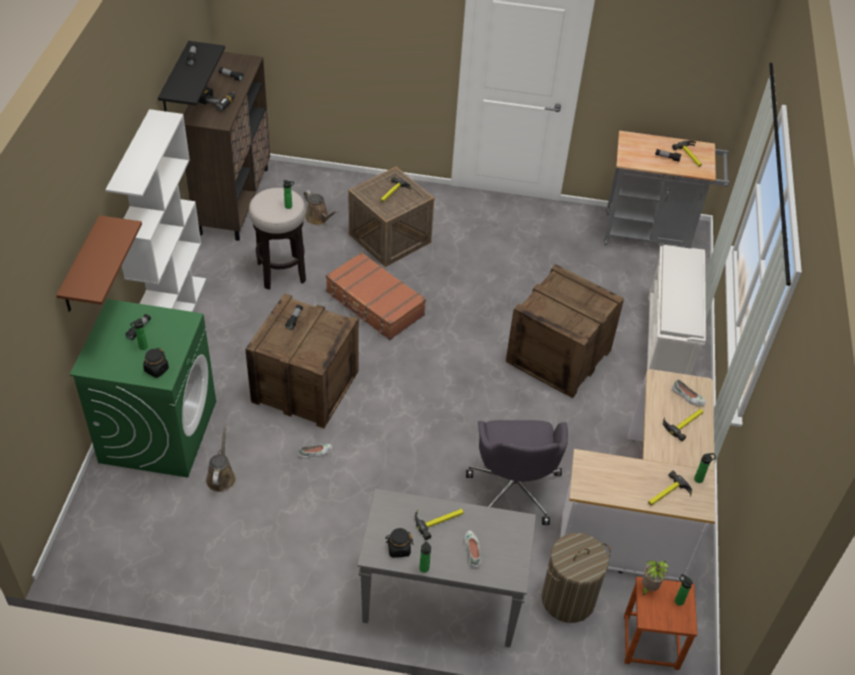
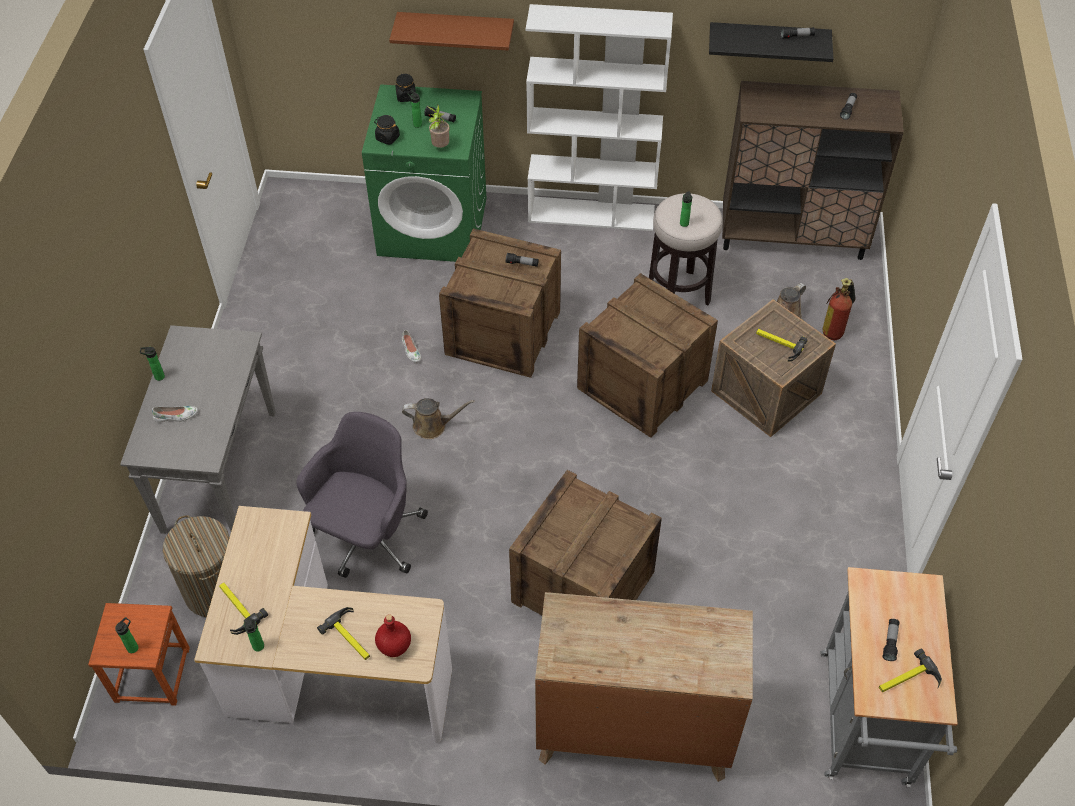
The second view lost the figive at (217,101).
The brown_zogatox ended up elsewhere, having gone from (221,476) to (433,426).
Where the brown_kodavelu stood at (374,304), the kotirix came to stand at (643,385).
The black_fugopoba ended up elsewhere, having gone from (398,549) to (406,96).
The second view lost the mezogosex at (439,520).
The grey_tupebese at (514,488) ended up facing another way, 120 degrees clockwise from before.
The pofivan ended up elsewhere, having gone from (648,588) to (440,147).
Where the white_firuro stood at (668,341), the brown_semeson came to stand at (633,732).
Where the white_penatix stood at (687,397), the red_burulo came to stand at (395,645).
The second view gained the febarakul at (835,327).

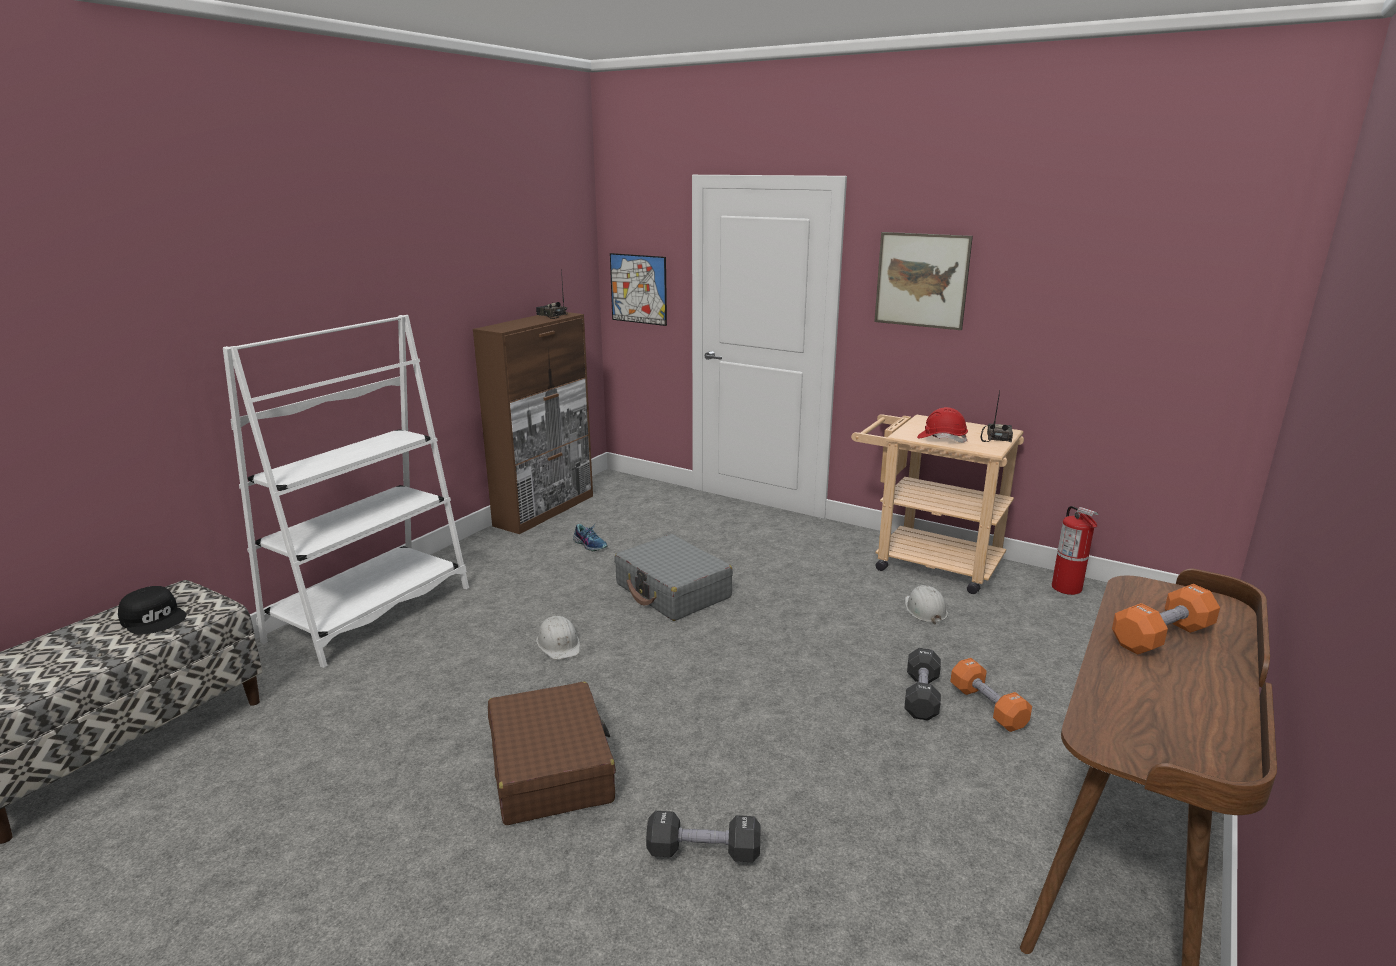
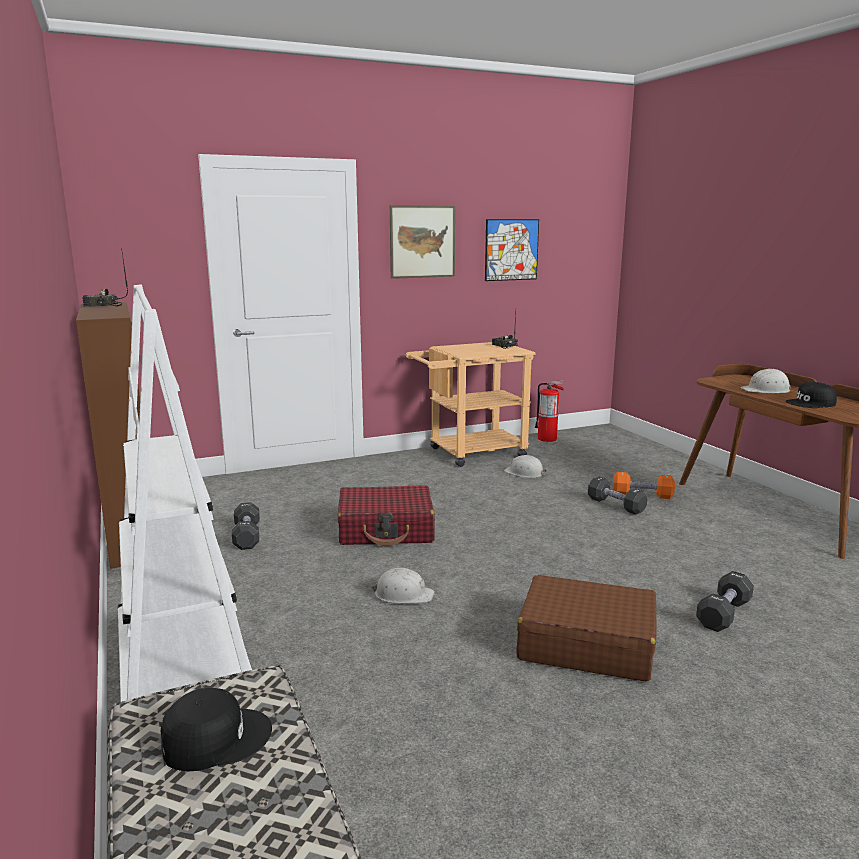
Where the penatix stood at (590,544), the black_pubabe came to stand at (247,536).
The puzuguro ended up elsewhere, having gone from (638,289) to (511,250).
What was the grey_kodavelu at (673,591) turned into the red_kodavelu at (386,530).
The second view lost the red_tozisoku at (941,439).
Where the orange_pubabe stood at (1161,636), the white_tozisoku came to stand at (766,390).
The second view gained the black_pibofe at (811,403).

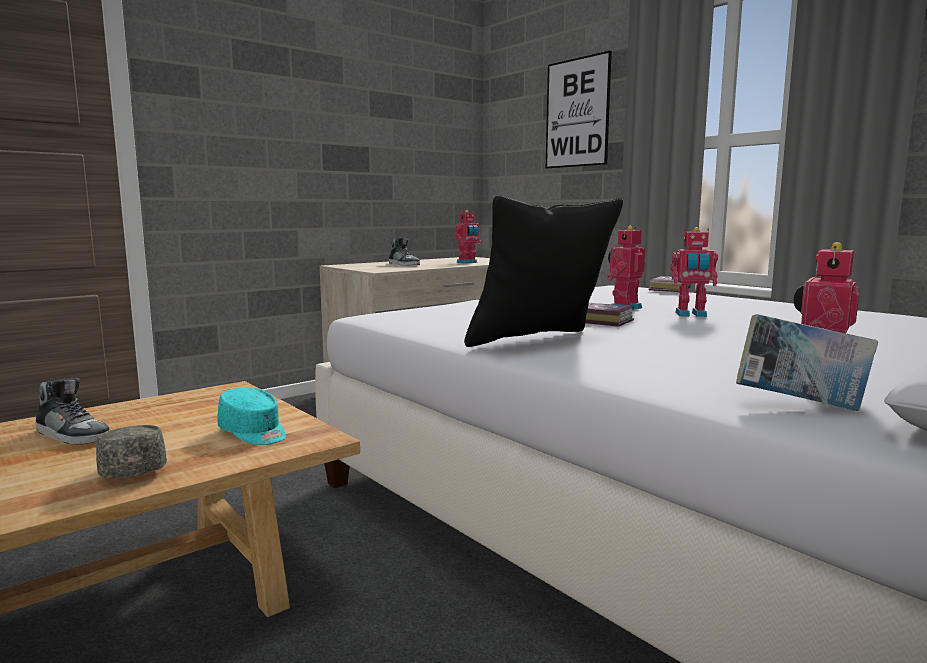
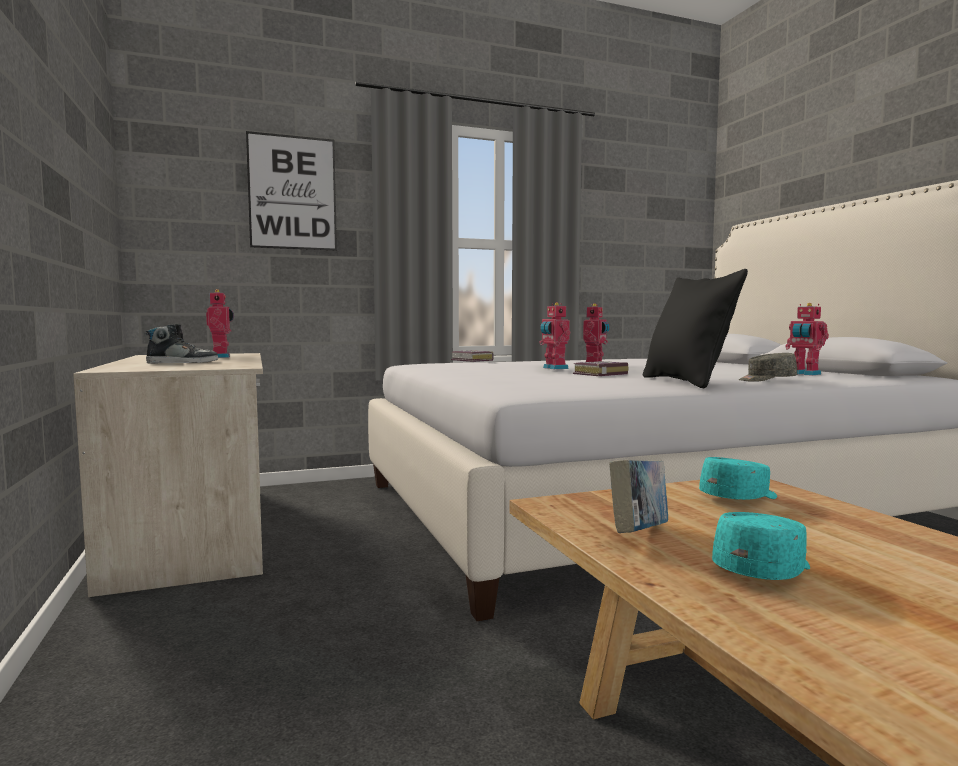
Where the penatix stood at (73,435), the turquoise_pibofe came to stand at (764,569).
The grey_pibofe ended up elsewhere, having gone from (132,468) to (766,380).
The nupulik ended up elsewhere, having gone from (800,406) to (639,534).

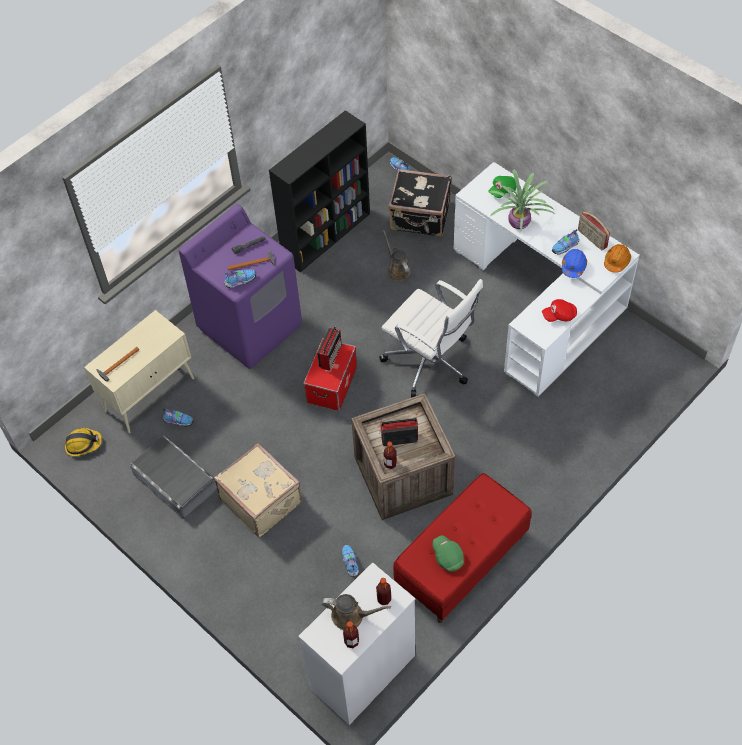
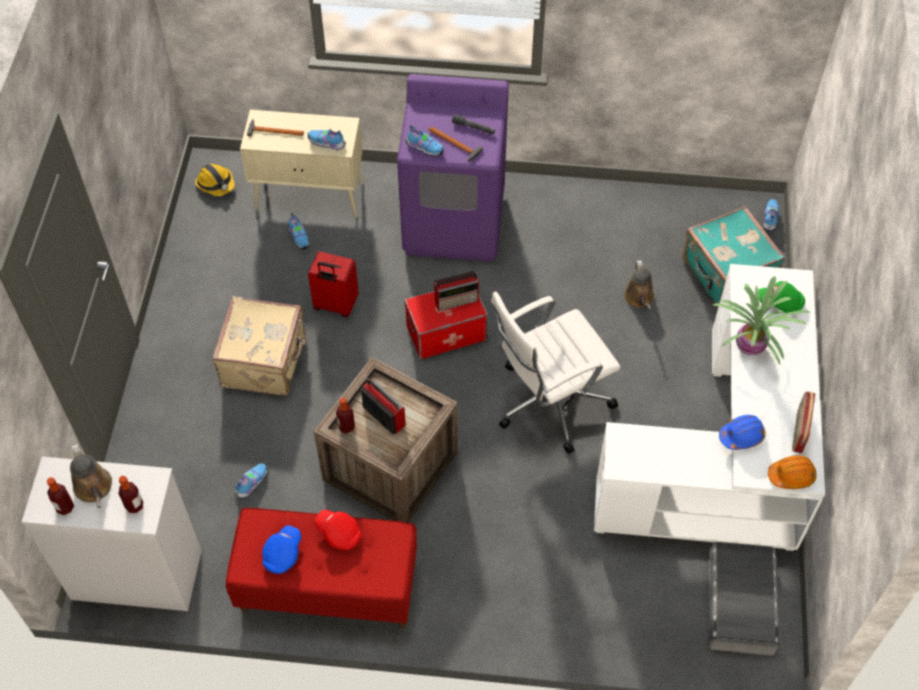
The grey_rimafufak ended up elsewhere, having gone from (174,481) to (739,602).
The second view lost the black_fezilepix at (326,235).
The white_tupebese at (430,362) ended up facing another way, 60 degrees clockwise from before.
The brown_zogatox at (397,269) ended up facing another way, 150 degrees clockwise from before.
What was the black_kodavelu at (420,217) turned into the turquoise_kodavelu at (726,275).
What was the green_pibofe at (447,556) turned into the blue_pibofe at (283,554).
The red_pibofe ended up elsewhere, having gone from (559,315) to (339,533).
The penatix ended up elsewhere, having gone from (565,247) to (327,143).
The second view gained the red_kodavelu at (335,305).

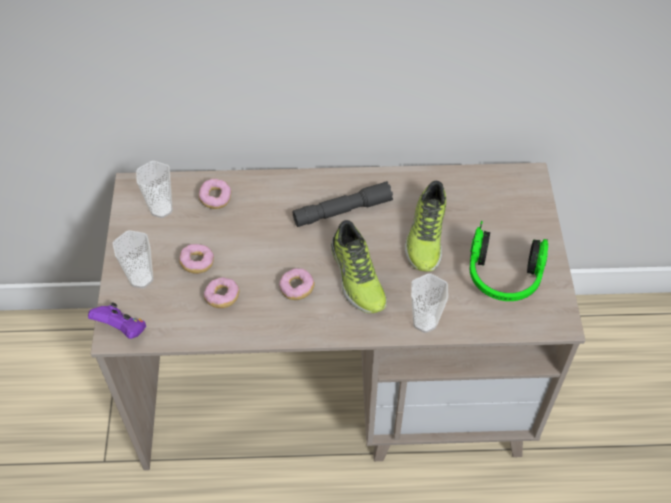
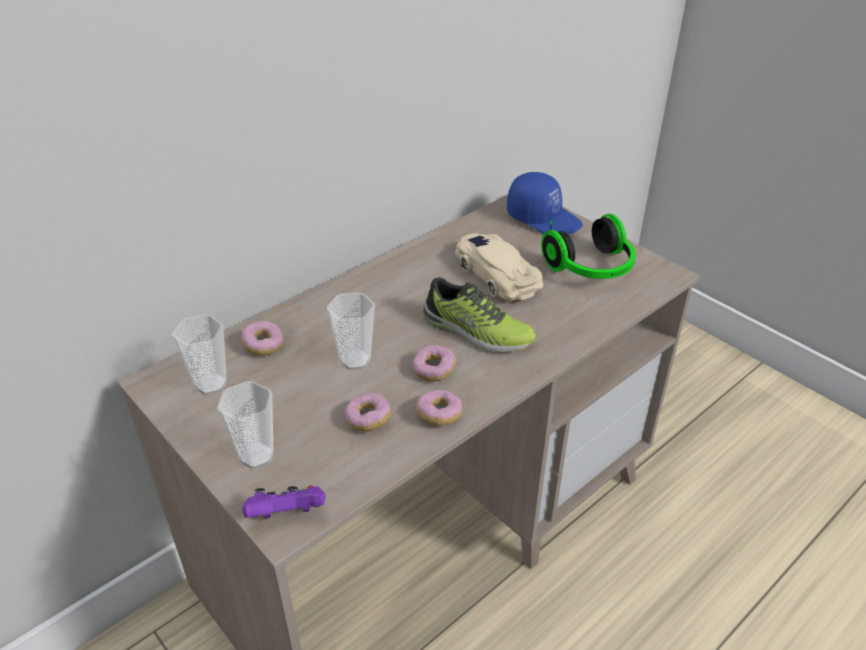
The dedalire ended up elsewhere, having gone from (197,263) to (439,415).
The second view lost the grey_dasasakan at (342,211).
Where the penatix stood at (425,235), the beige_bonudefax came to stand at (496,273).
The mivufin ended up elsewhere, having gone from (424,322) to (355,360).
The second view gained the blue_pibofe at (544,218).

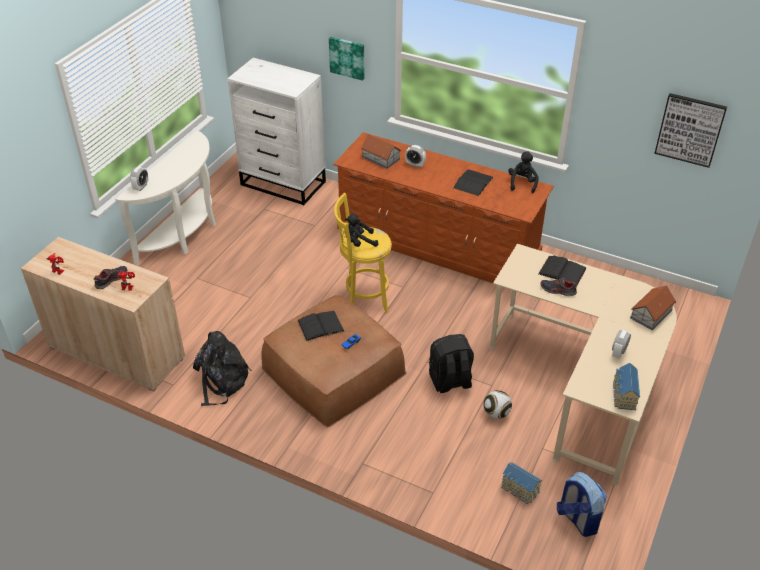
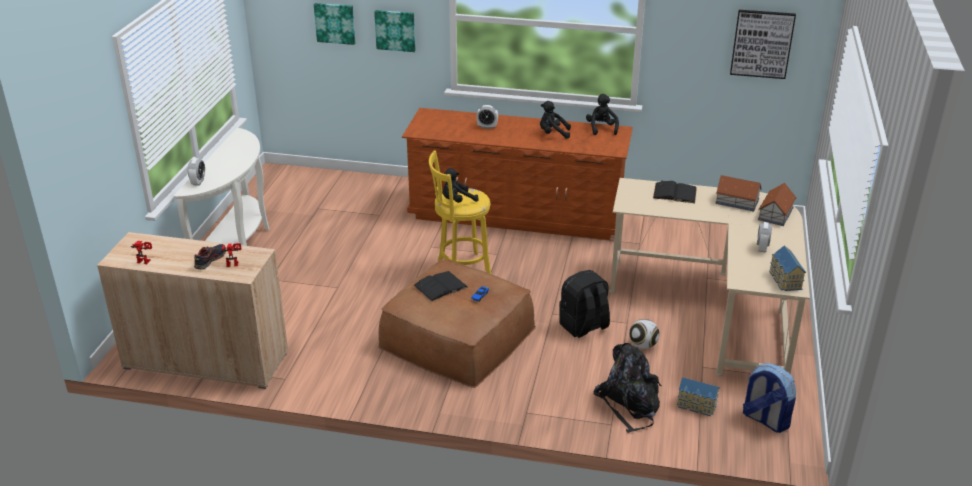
The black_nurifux ended up elsewhere, having gone from (221,381) to (630,404).
The second view lost the white_semeson at (283,183).
The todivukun ended up elsewhere, having gone from (380,158) to (736,201).
Where the black_nupulik stood at (473,183), the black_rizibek came to stand at (553,134).
The second view lost the penatix at (557,290).
The second view gained the puzuguro at (335,23).

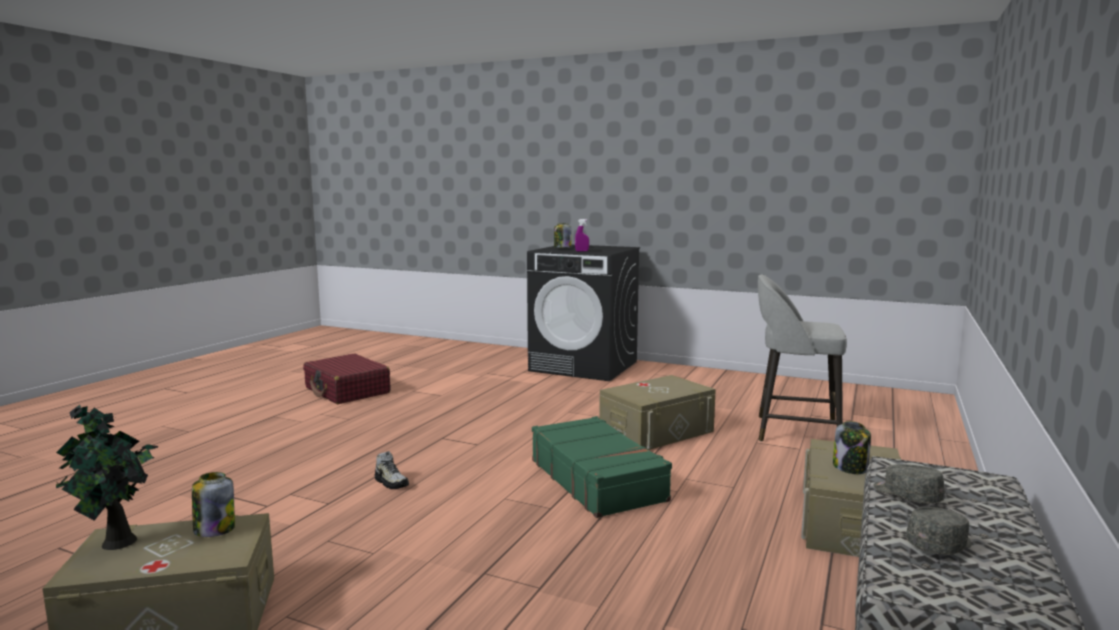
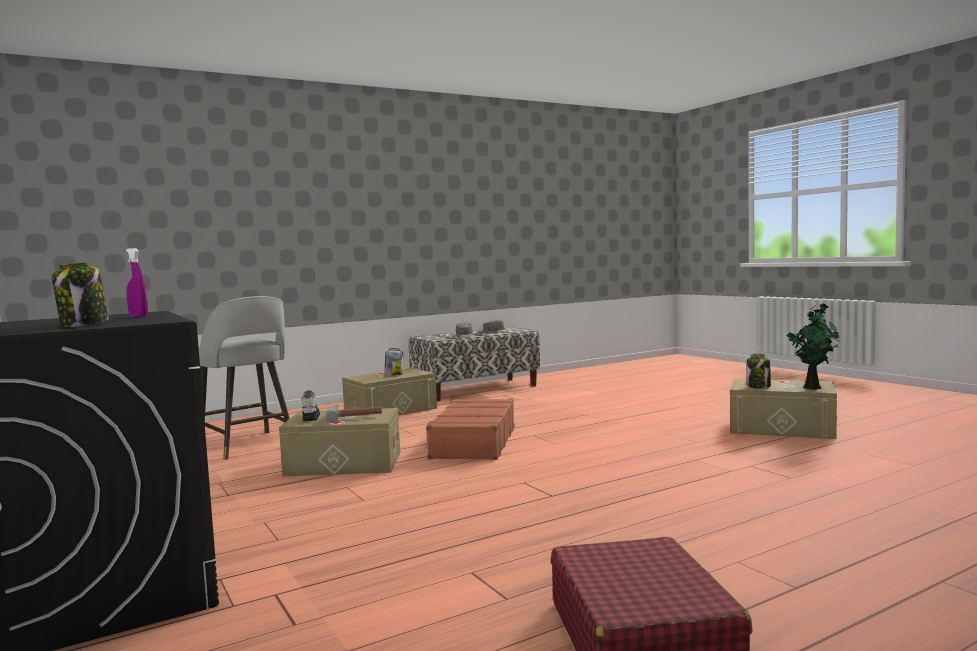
The penatix ended up elsewhere, having gone from (391,483) to (310,417).
What was the green_kodavelu at (597,480) turned into the brown_kodavelu at (473,443).
The second view gained the mezogosex at (354,417).

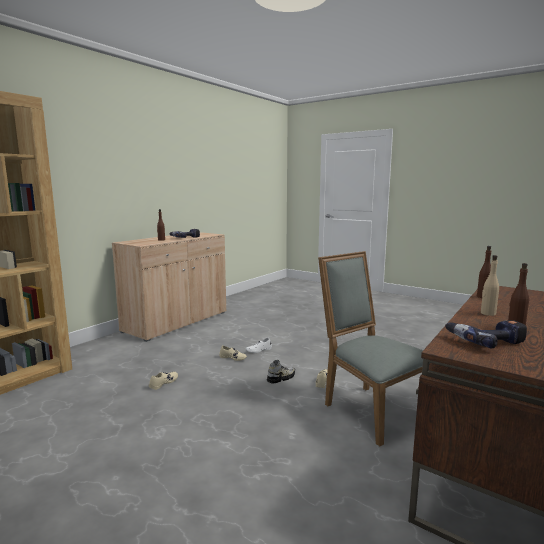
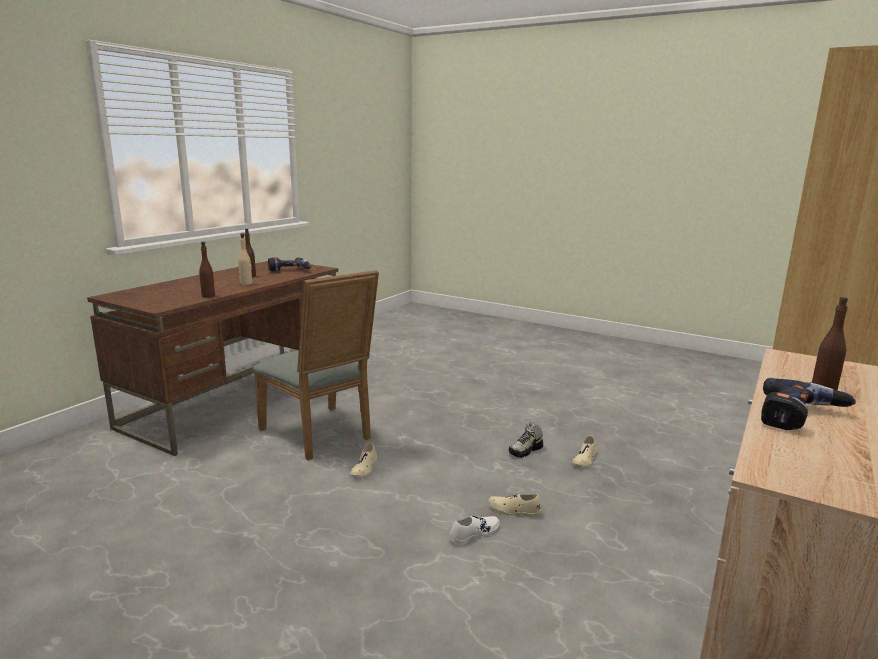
The penatix ended up elsewhere, having gone from (281,378) to (525,450).

